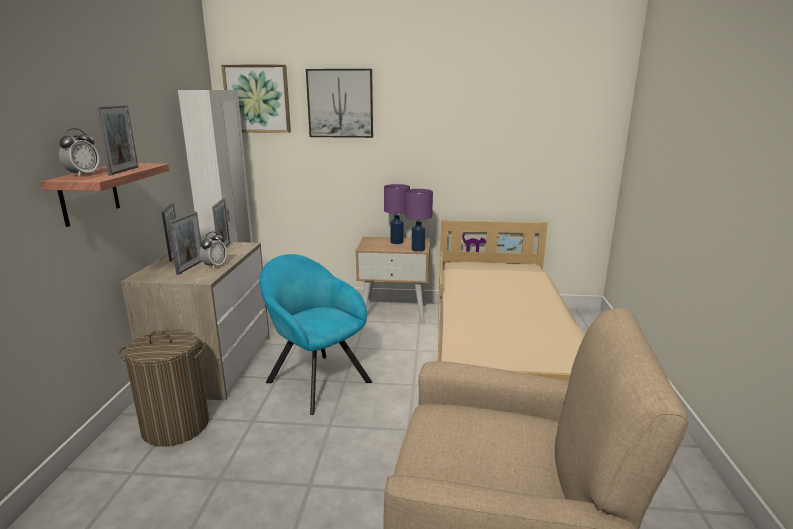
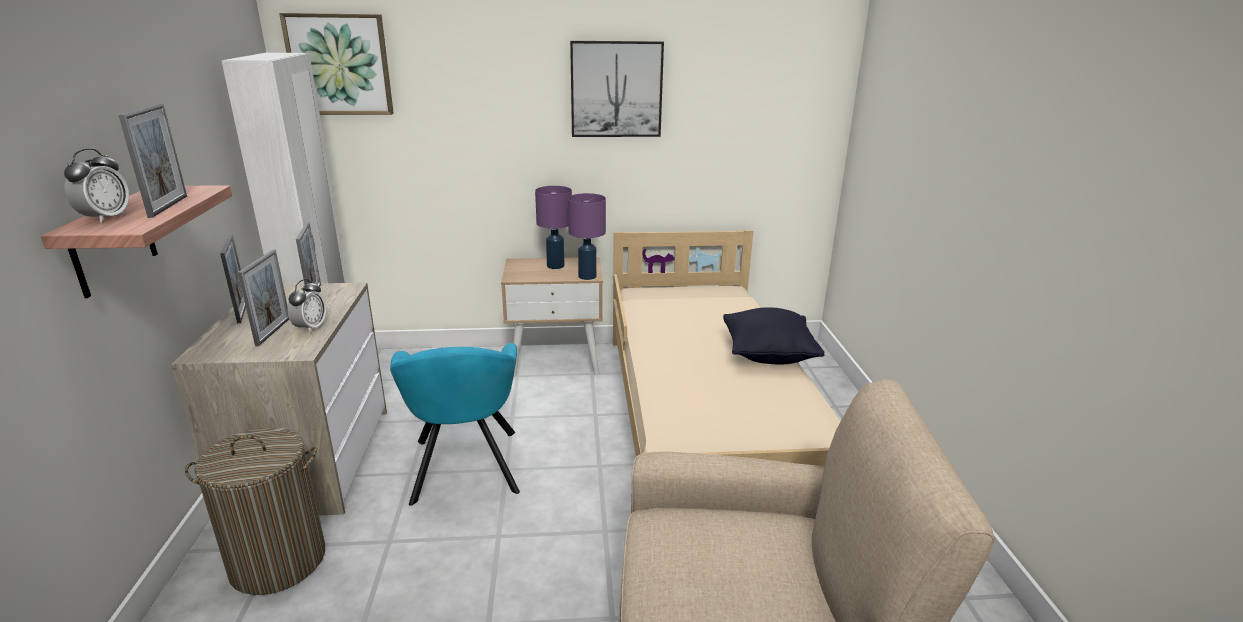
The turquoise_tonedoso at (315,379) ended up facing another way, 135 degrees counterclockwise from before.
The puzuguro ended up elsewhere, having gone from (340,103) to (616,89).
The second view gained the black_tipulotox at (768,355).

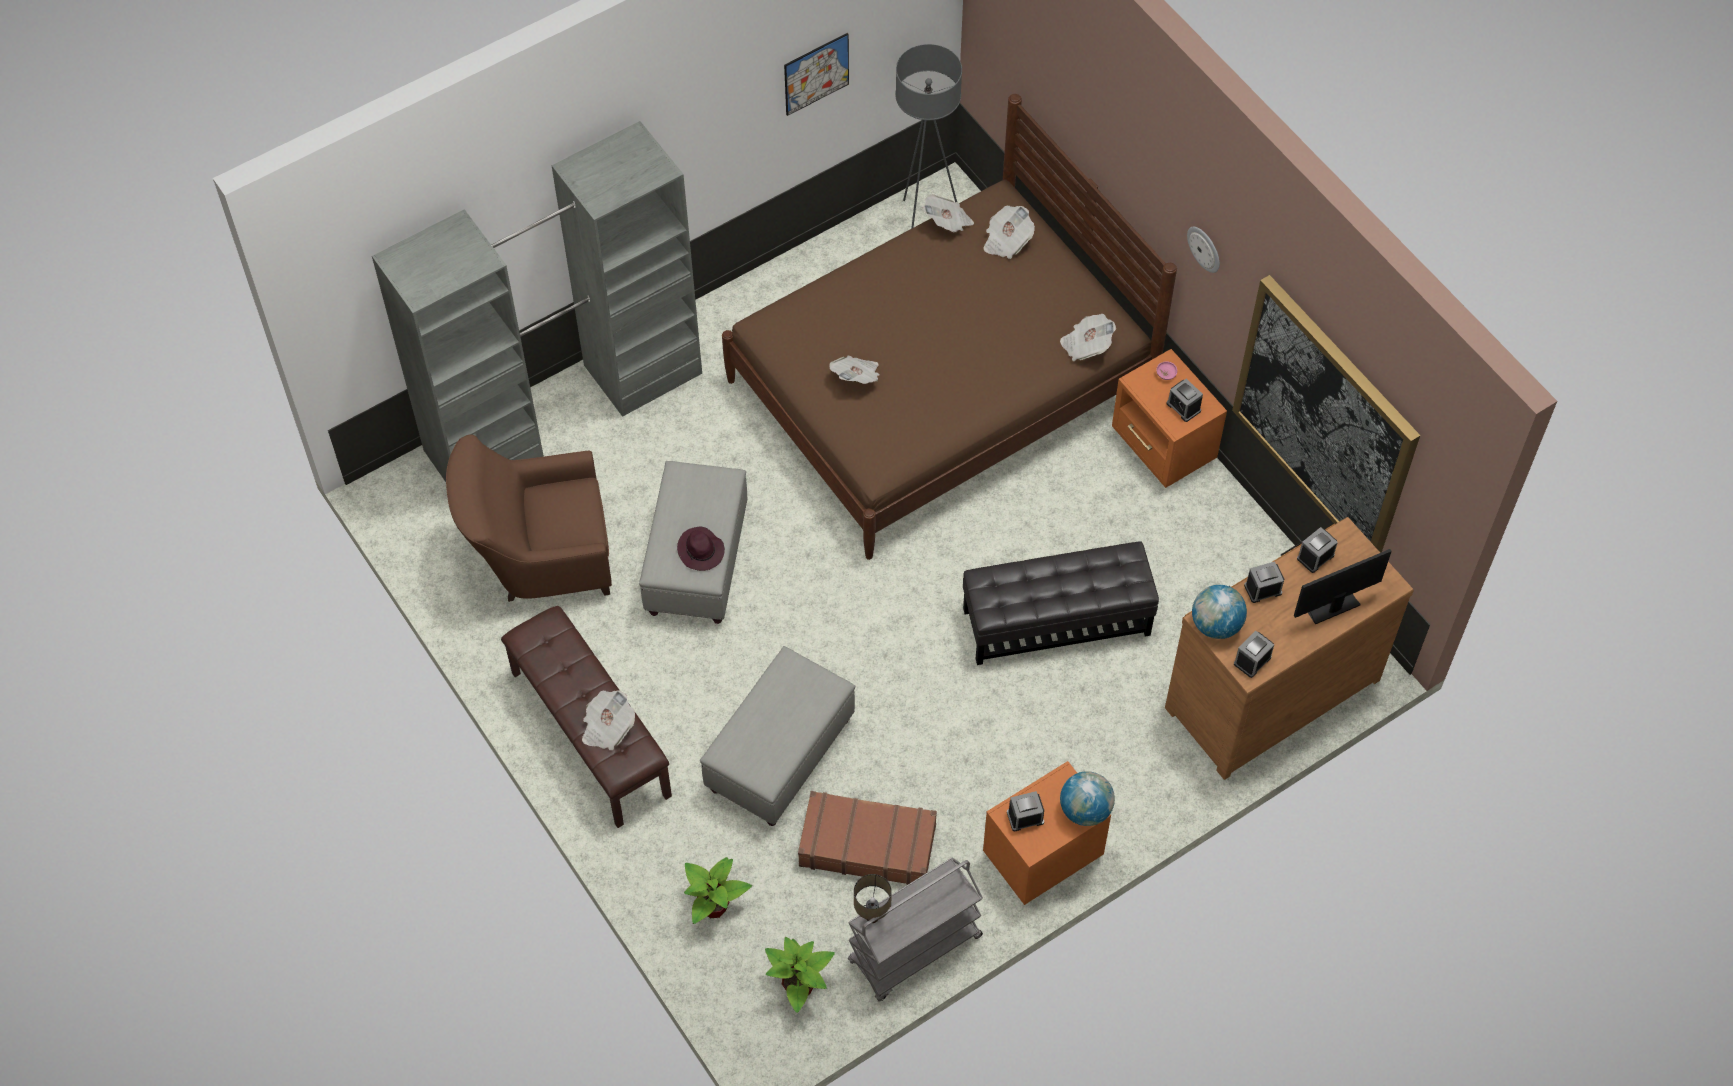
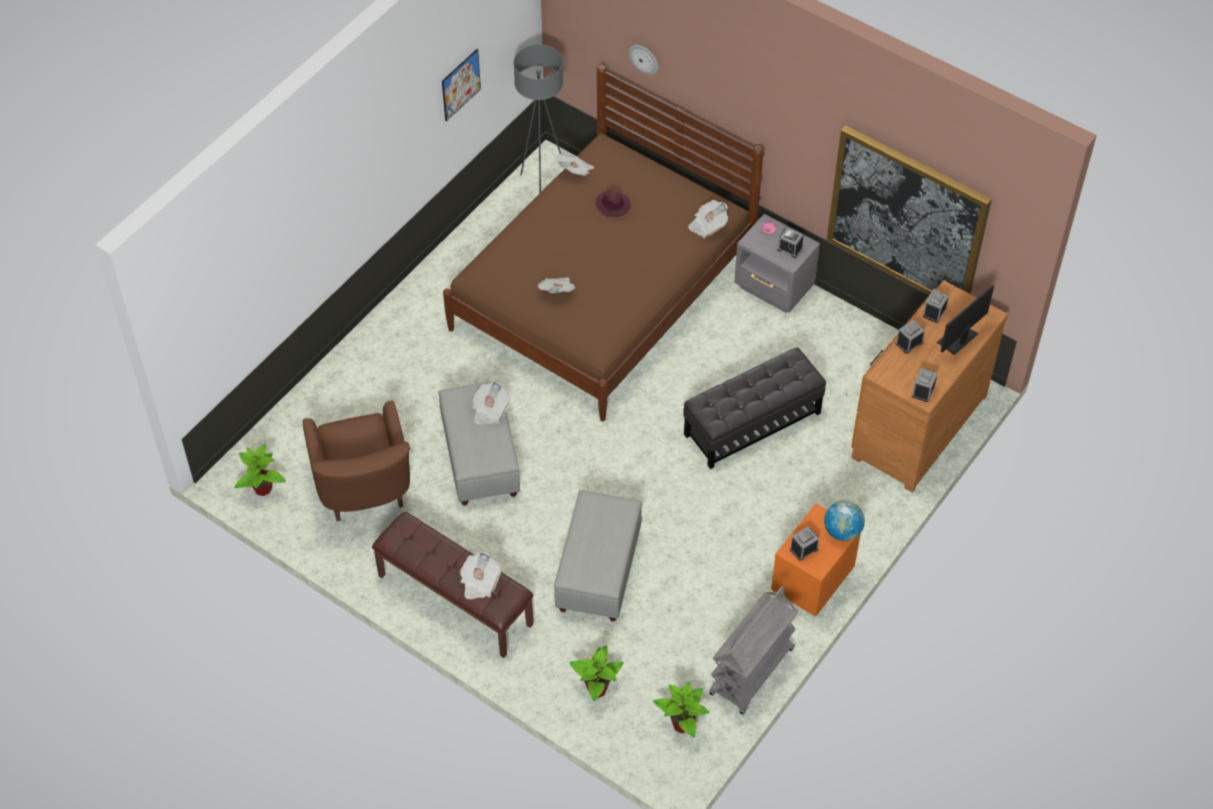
The second view lost the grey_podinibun at (565,410).
The brown_tonedoso at (540,558) ended up facing another way, 75 degrees counterclockwise from before.
The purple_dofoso ended up elsewhere, having gone from (701,551) to (613,206).
The second view lost the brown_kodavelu at (867,844).
The second view lost the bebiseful at (873,917).
The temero ended up elsewhere, having gone from (1006,241) to (490,410).
What was the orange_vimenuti at (1163,449) turned into the grey_vimenuti at (774,288).
The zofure ended up elsewhere, having gone from (1205,248) to (644,59).
The second view lost the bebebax at (1215,625).
The second view gained the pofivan at (263,489).

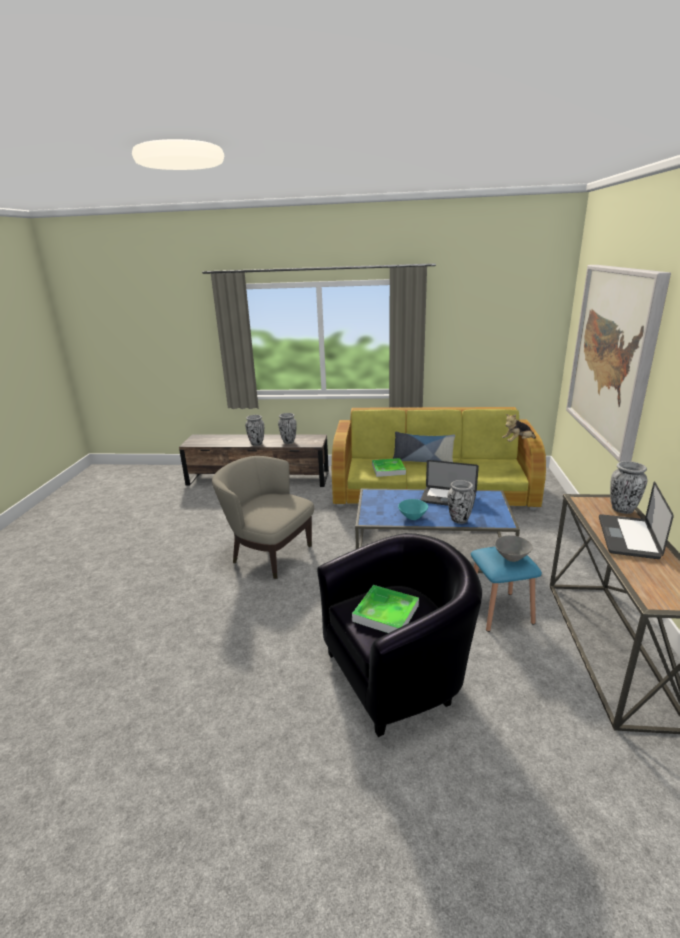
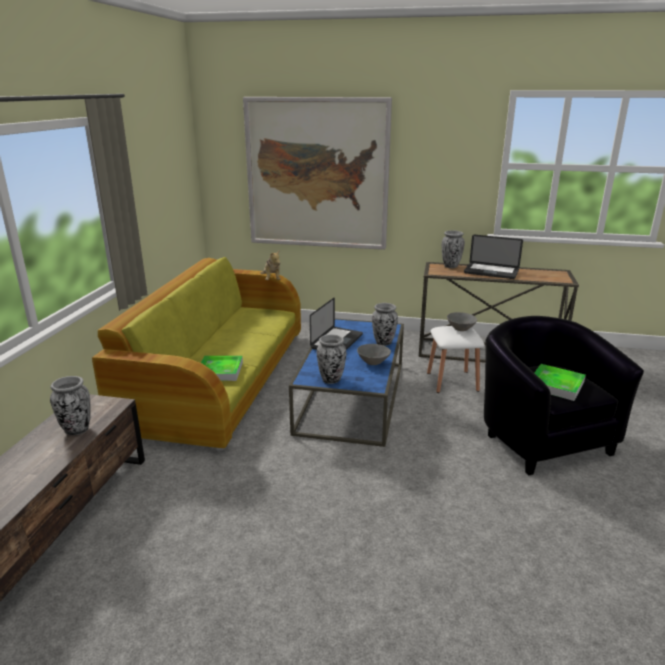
The second view lost the beige_tonedoso at (269,554).
The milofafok ended up elsewhere, having gone from (256,444) to (331,380).
The second view lost the tipulotox at (422,461).
What was the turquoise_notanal at (412,517) turned into the grey_notanal at (373,363).
What was the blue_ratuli at (499,611) turned into the white_ratuli at (452,381).

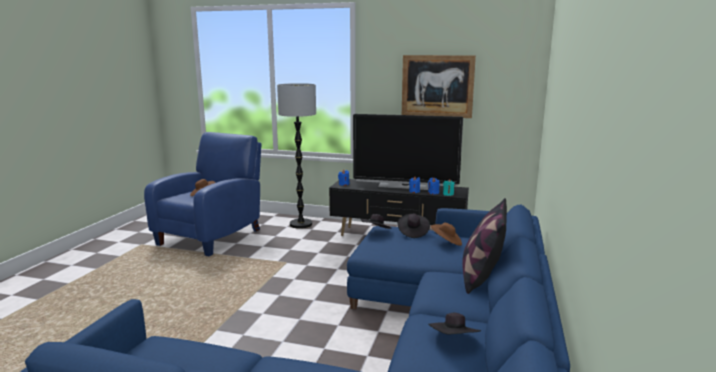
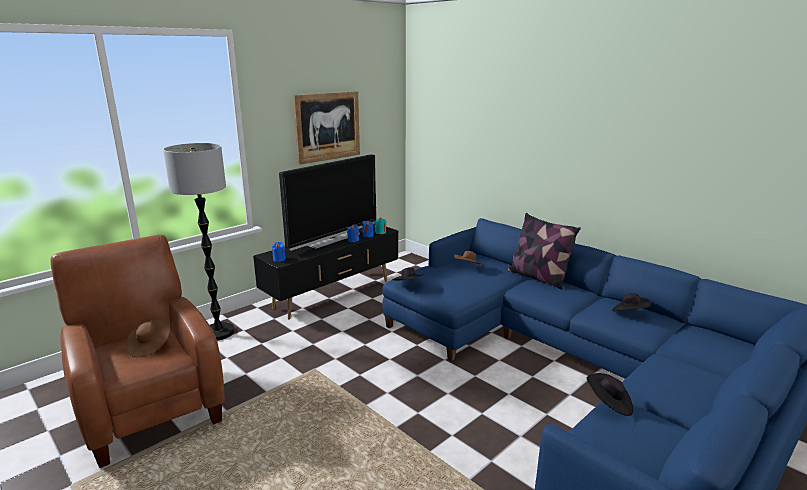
What was the blue_tonedoso at (213,236) turned into the brown_tonedoso at (150,405).
The black_dofoso ended up elsewhere, having gone from (413,232) to (609,404).

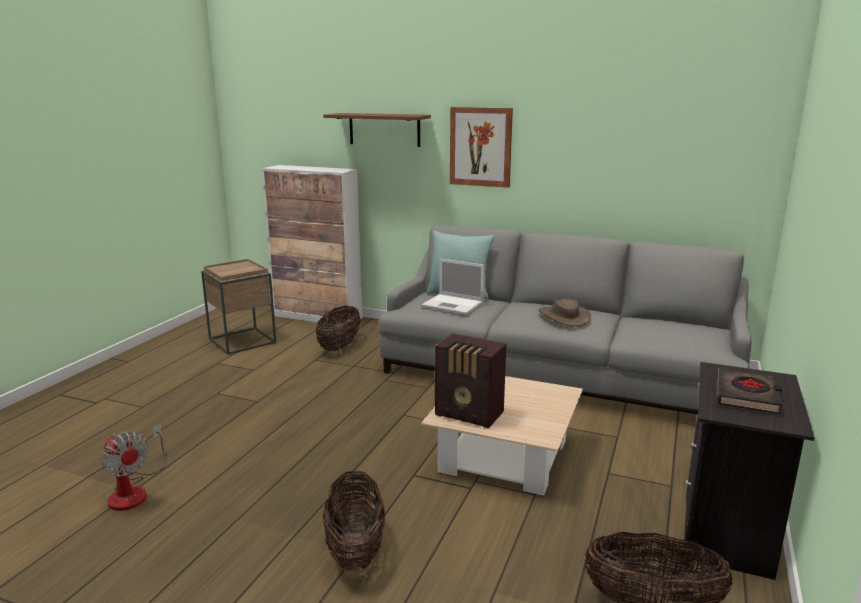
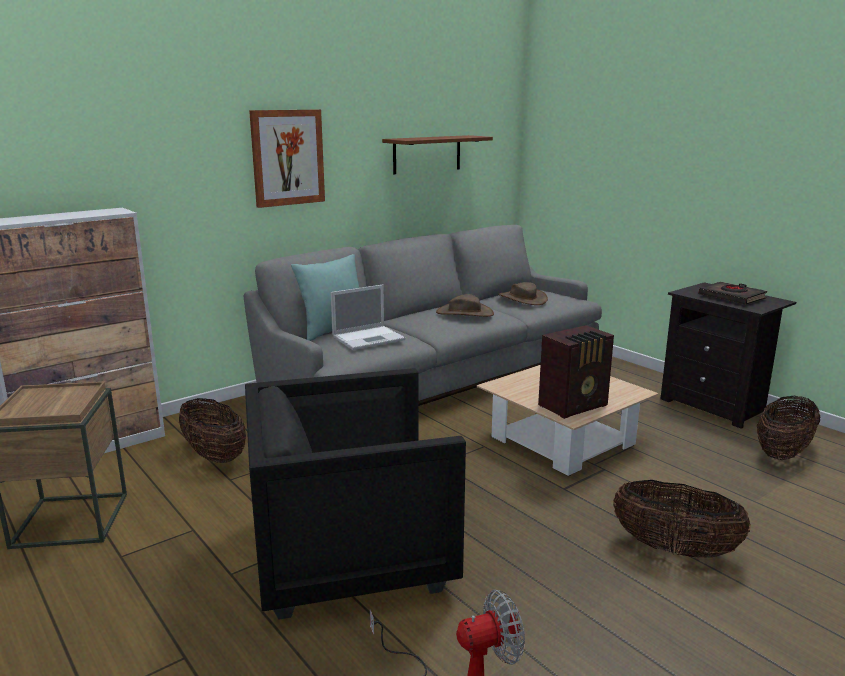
The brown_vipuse ended up elsewhere, having gone from (384,129) to (427,154).
The second view gained the black_tonedoso at (352,555).
The second view gained the brown_dofoso at (522,299).

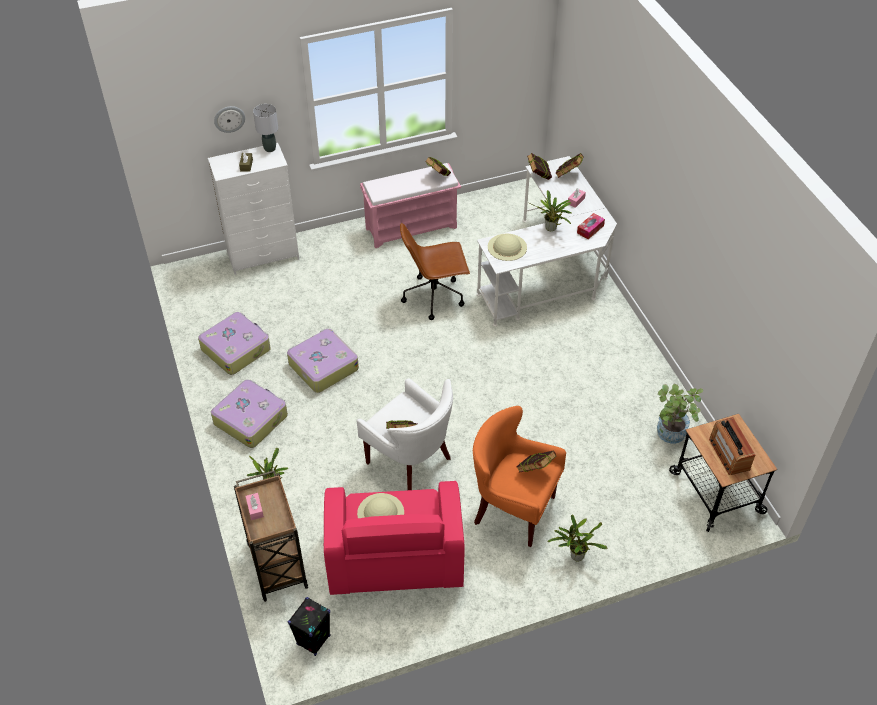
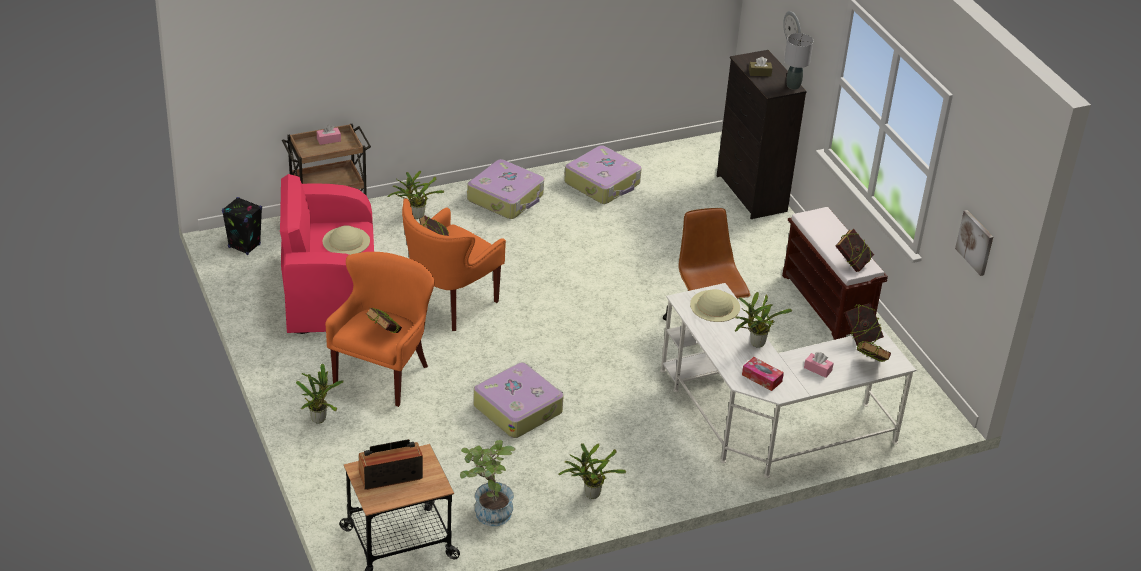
What was the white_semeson at (264,256) turned into the black_semeson at (751,194).
The kodavelu ended up elsewhere, having gone from (322,366) to (518,408).
What was the white_tonedoso at (410,462) turned into the orange_tonedoso at (449,303).
What was the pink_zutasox at (412,227) turned into the brown_zutasox at (827,304).
The second view gained the pofivan at (590,494).
The second view gained the puzuguro at (975,242).

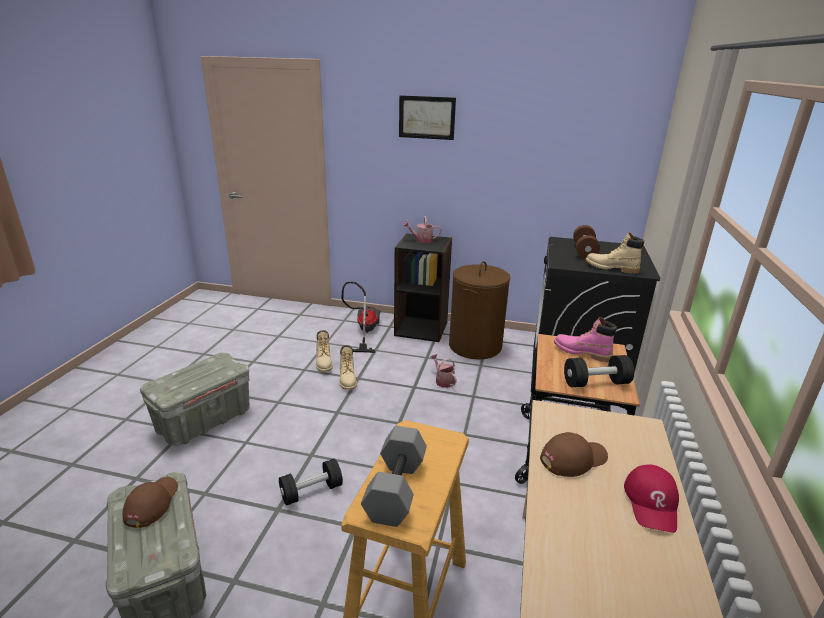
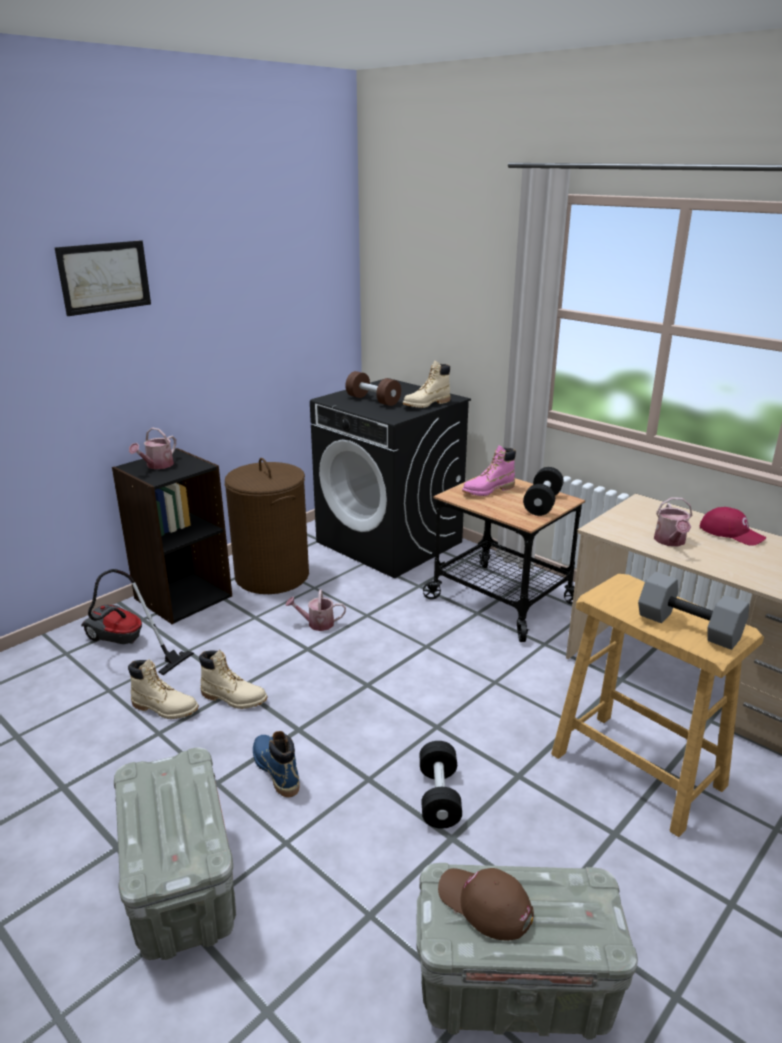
Where the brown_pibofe stood at (573,458), the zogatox came to stand at (670,541).
The second view gained the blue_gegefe at (276,770).

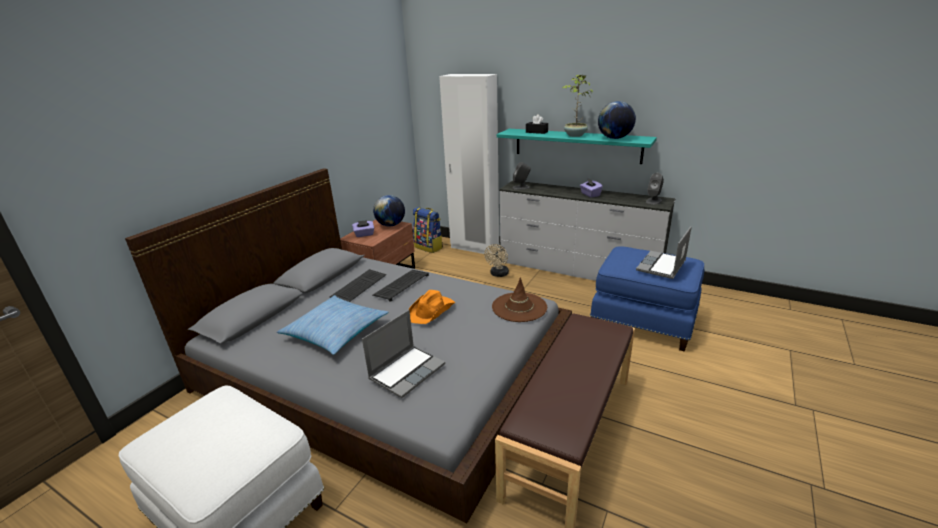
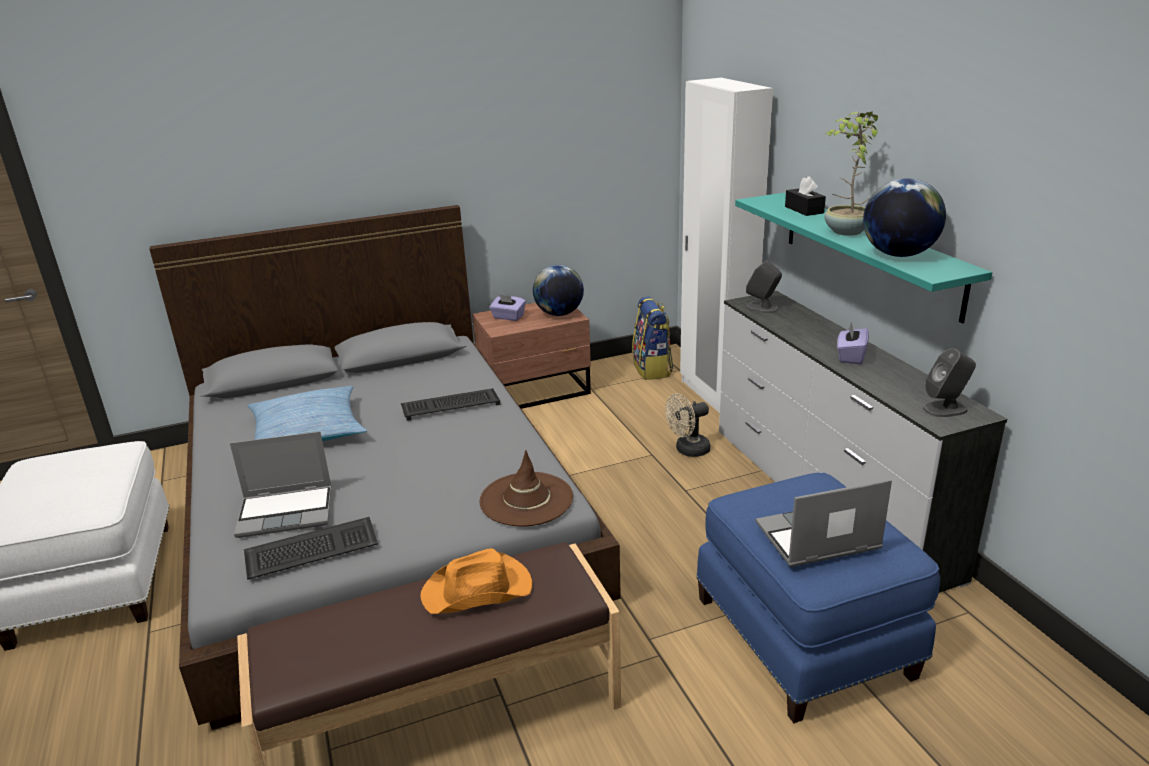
The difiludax ended up elsewhere, having gone from (359,288) to (310,552).
The orange_dofoso ended up elsewhere, having gone from (431,311) to (478,591).

